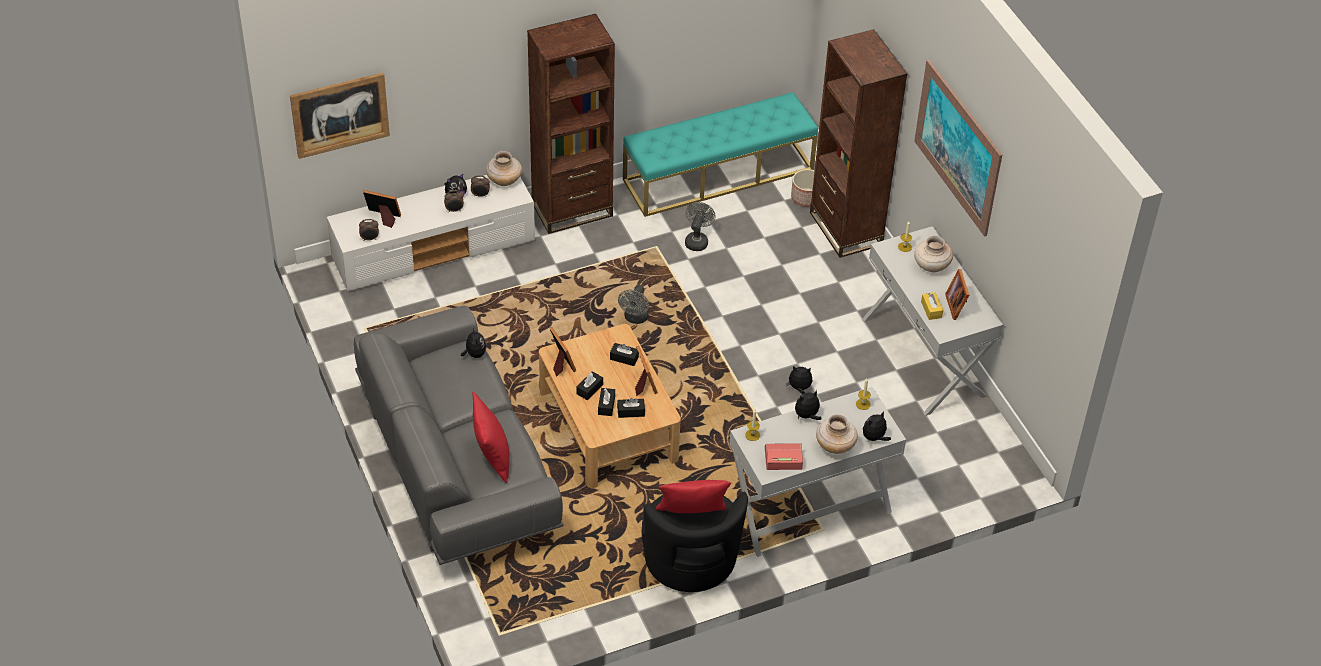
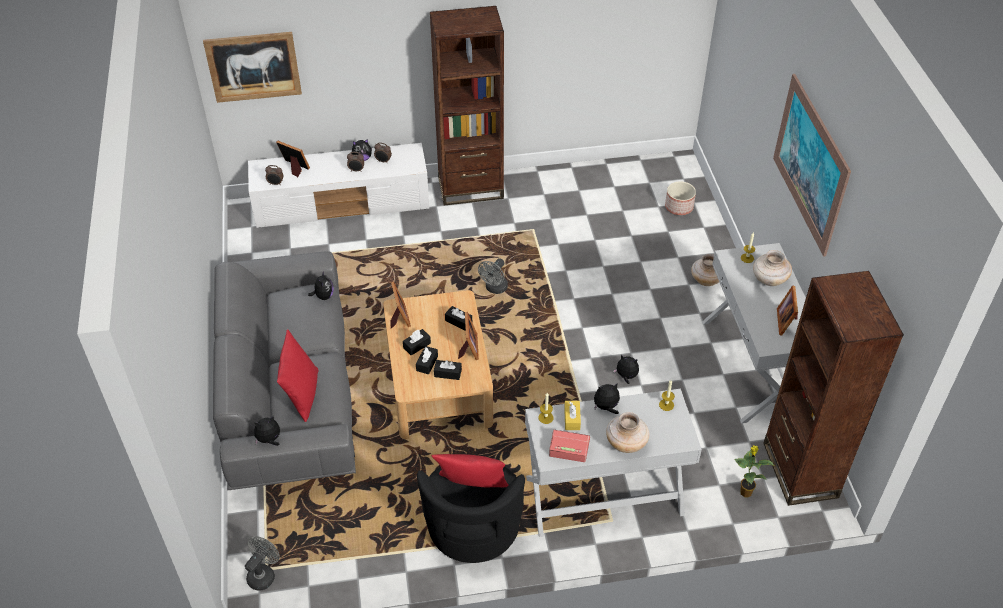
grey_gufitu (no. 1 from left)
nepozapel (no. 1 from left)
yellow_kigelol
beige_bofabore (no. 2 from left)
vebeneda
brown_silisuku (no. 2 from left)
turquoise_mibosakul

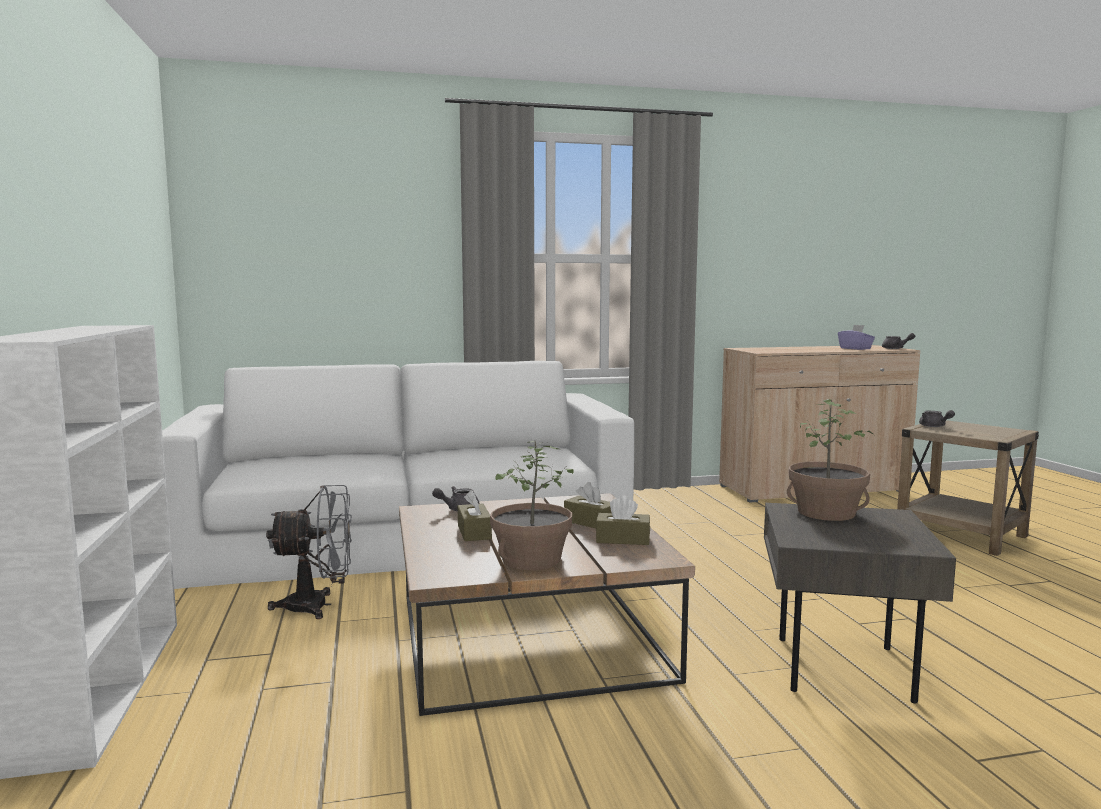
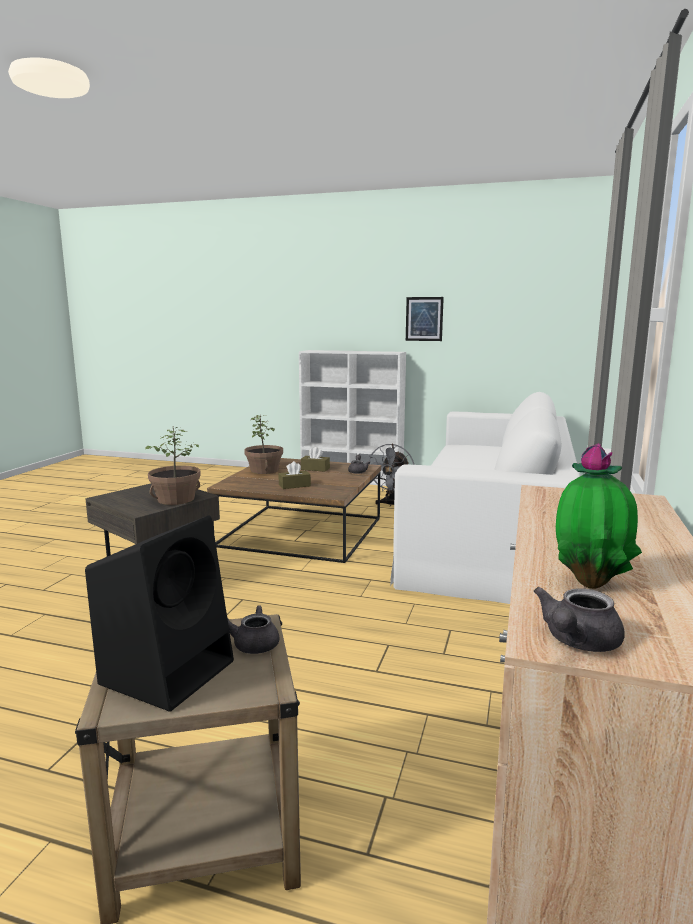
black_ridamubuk
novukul
vebeneda (no. 3 from left)
brown_kigelol (no. 3 from left in the first image)

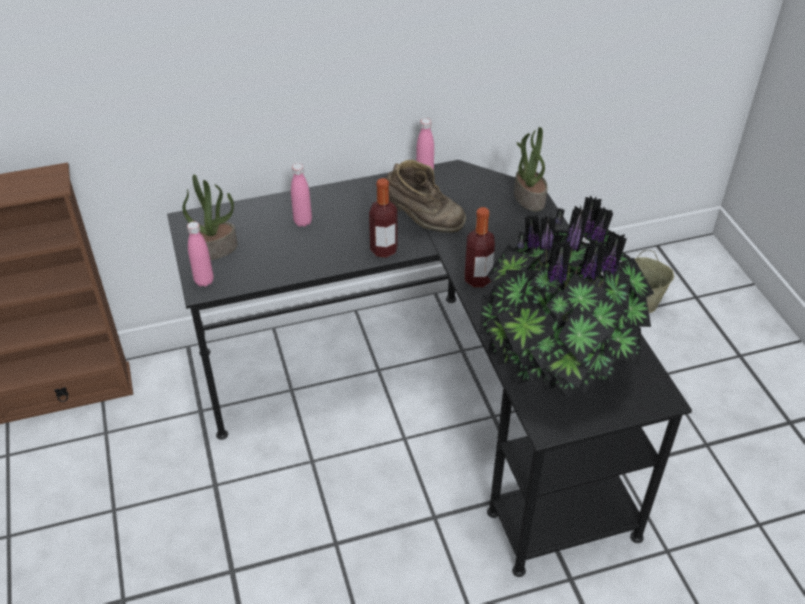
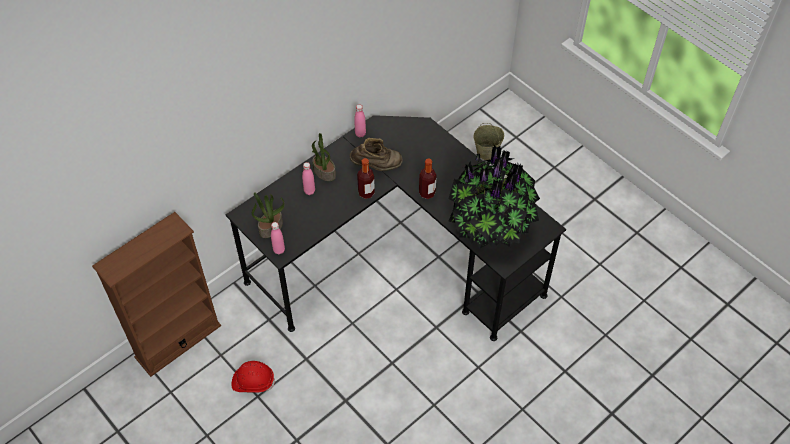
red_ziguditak
vebeneda (no. 2 from left)

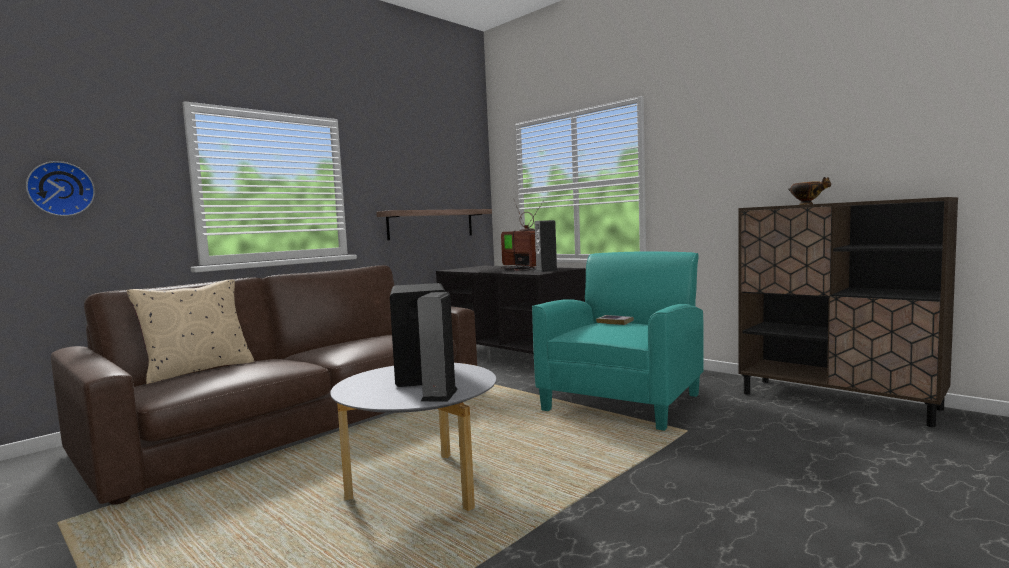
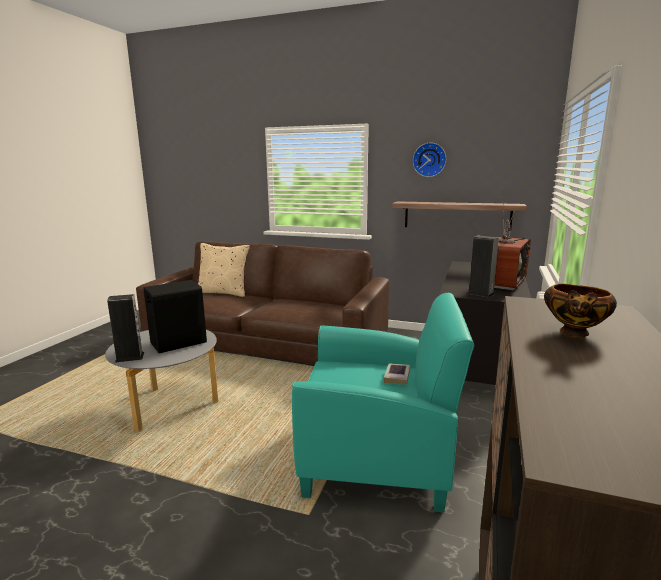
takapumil

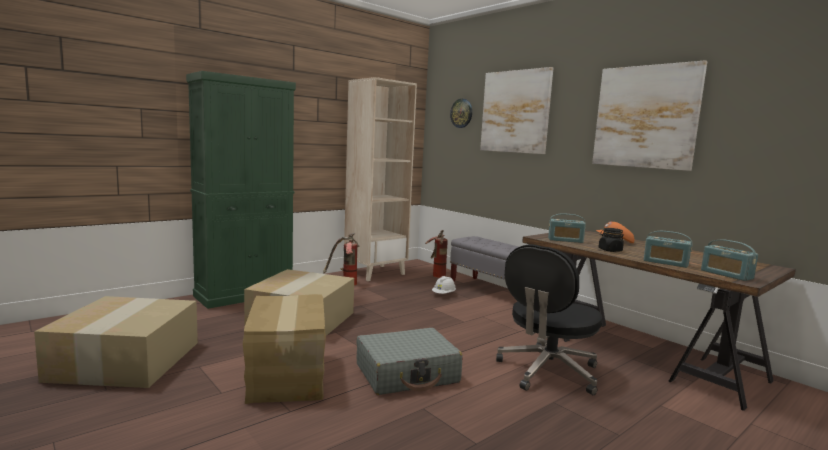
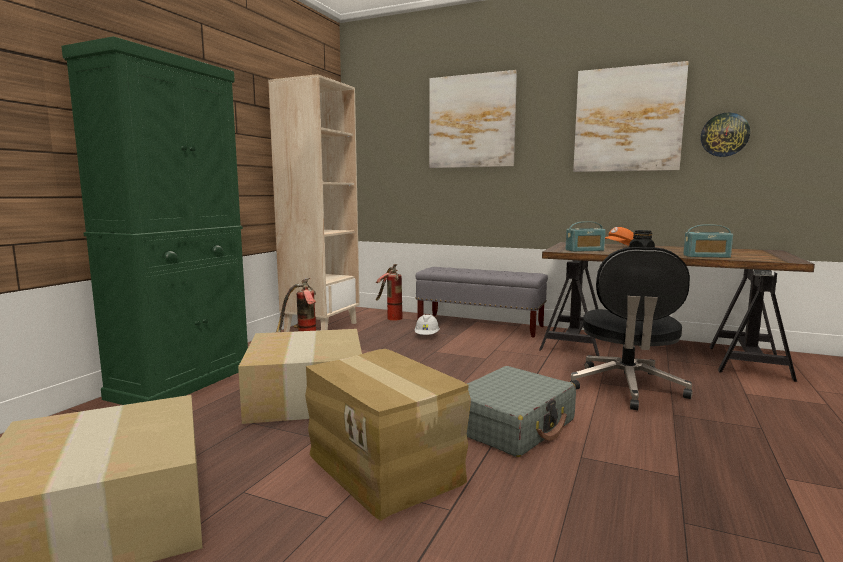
takapumil
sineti (no. 3 from left in the first image)

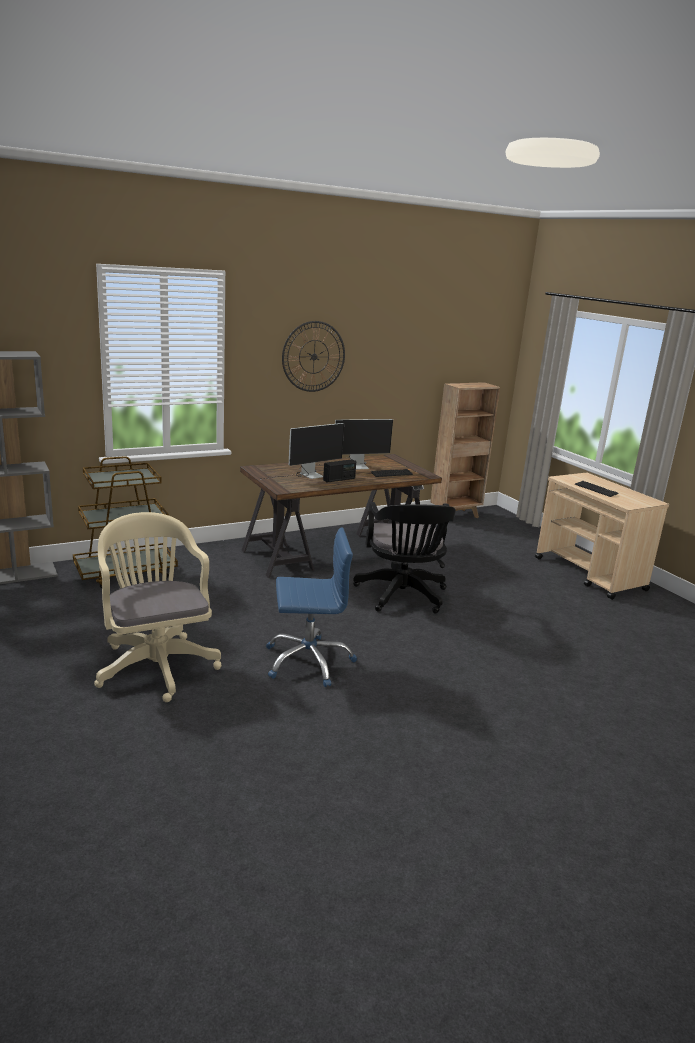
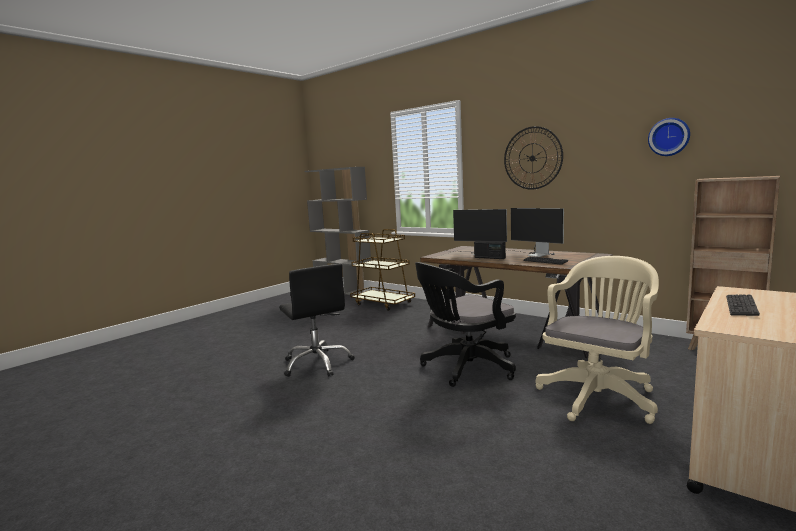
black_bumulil (no. 1 from left)
beige_bumulil
takapumil (no. 2 from left)

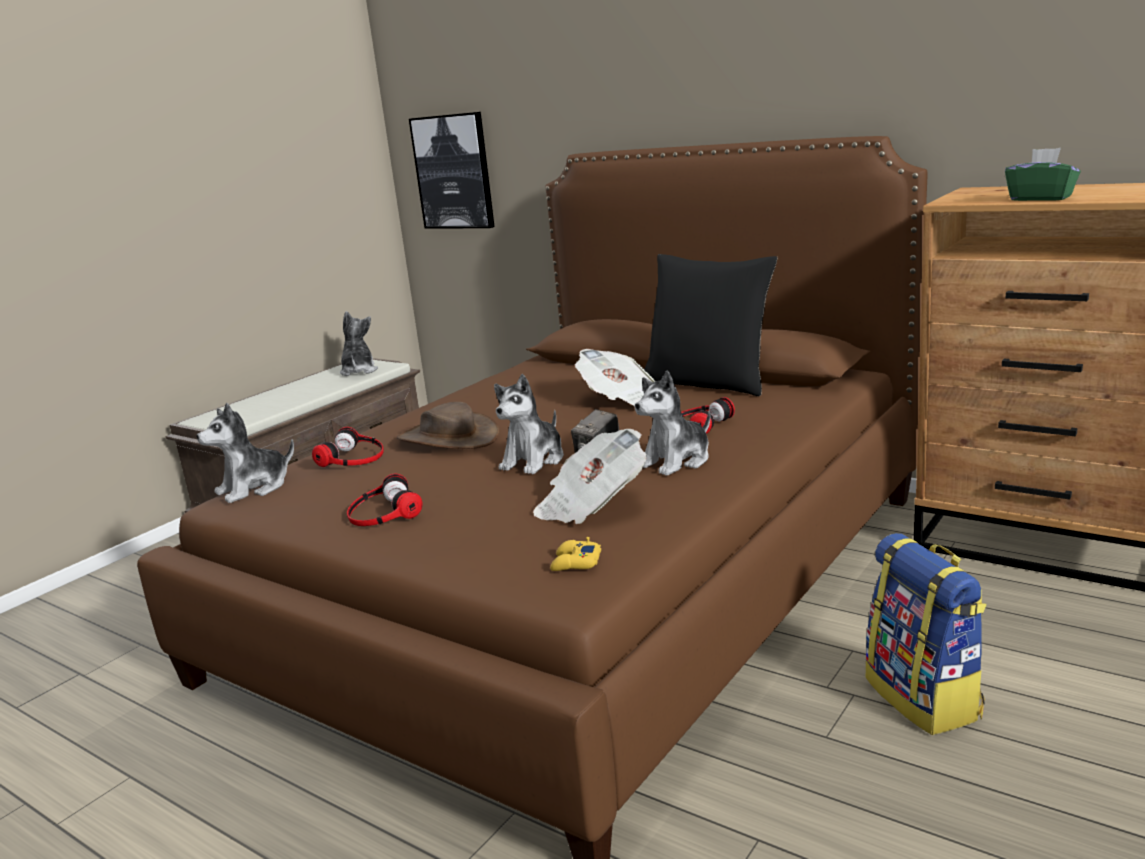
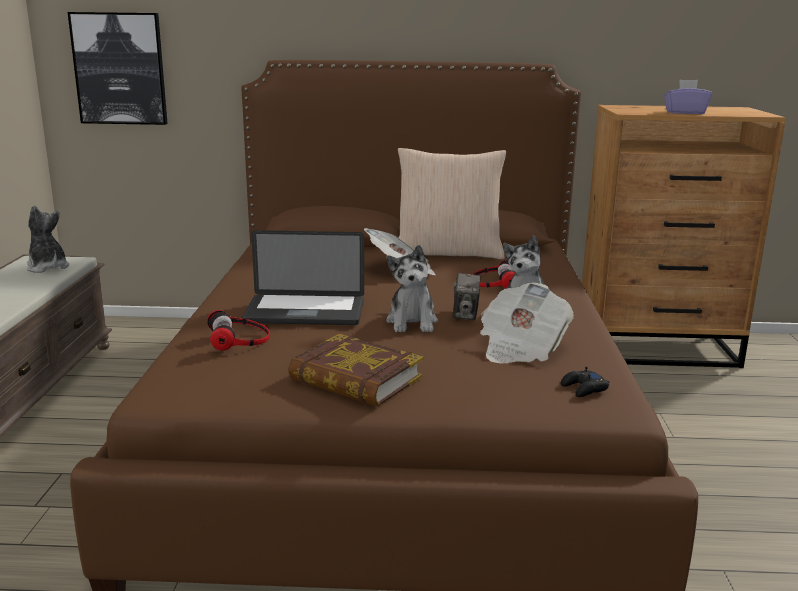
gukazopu
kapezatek
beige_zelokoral
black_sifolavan
purple_kigelol
nepozapel (no. 1 from left in the first image)
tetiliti

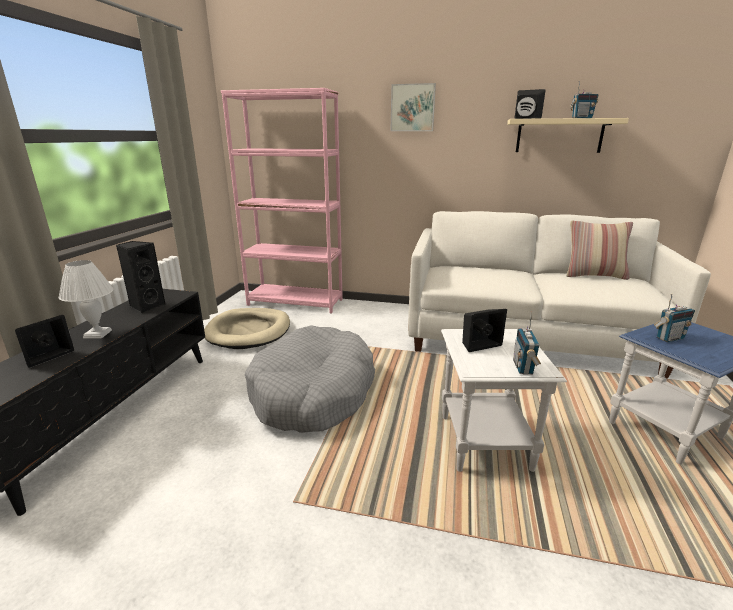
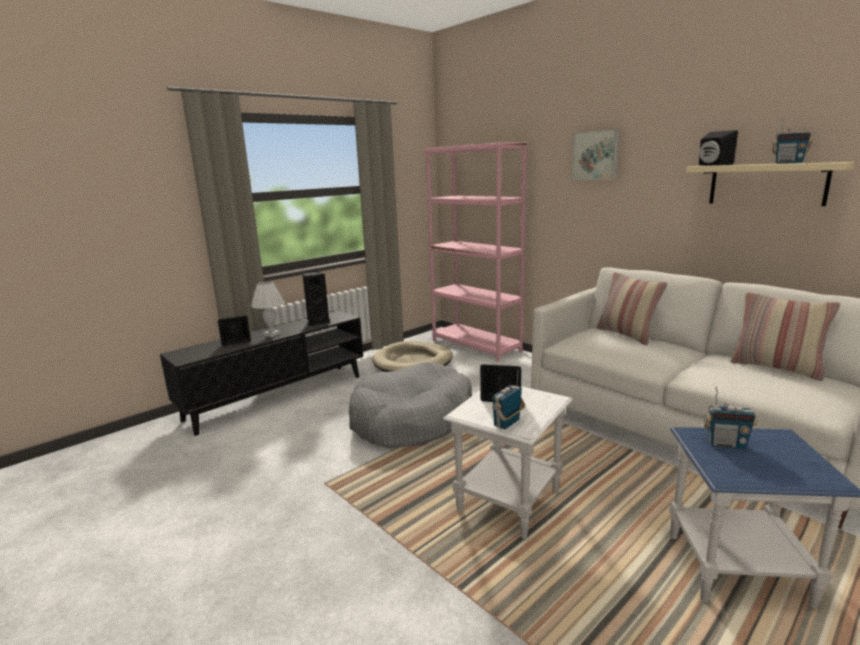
zelokoral (no. 1 from left)

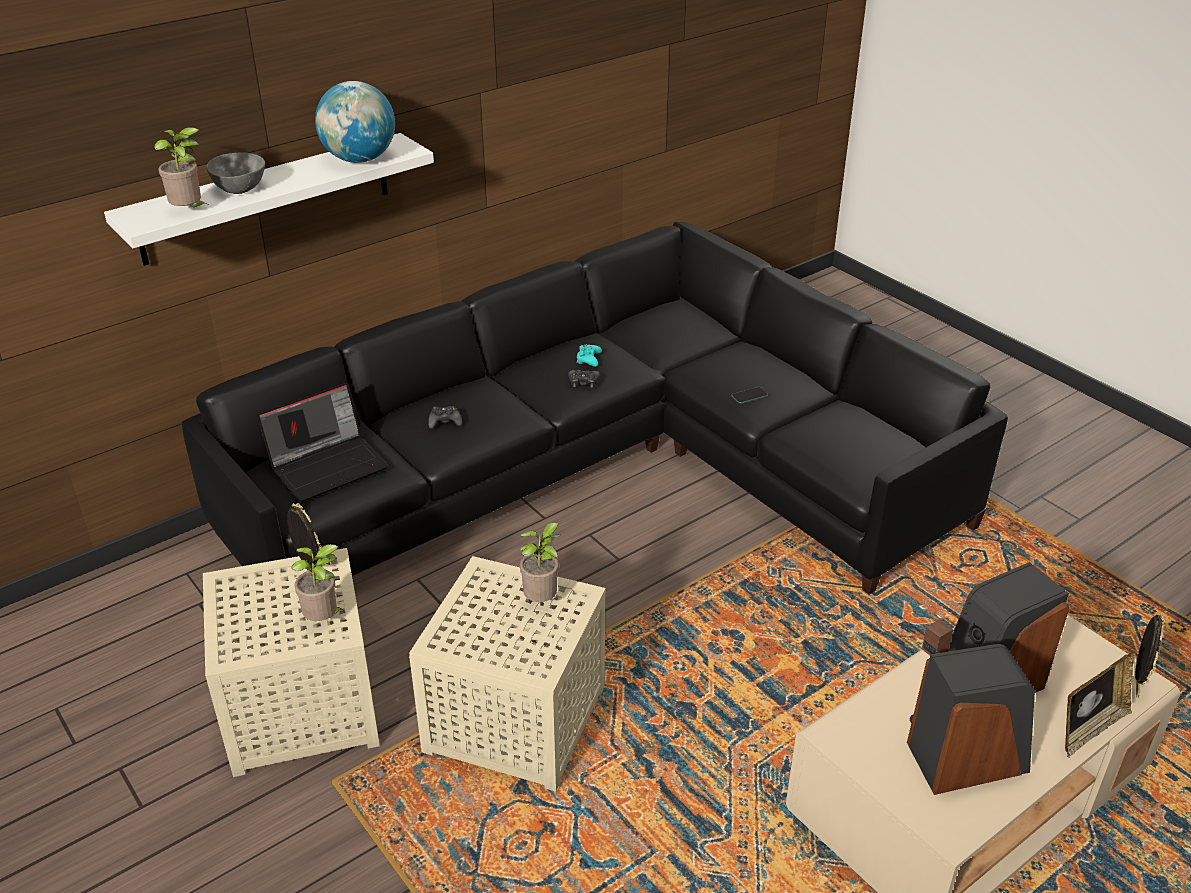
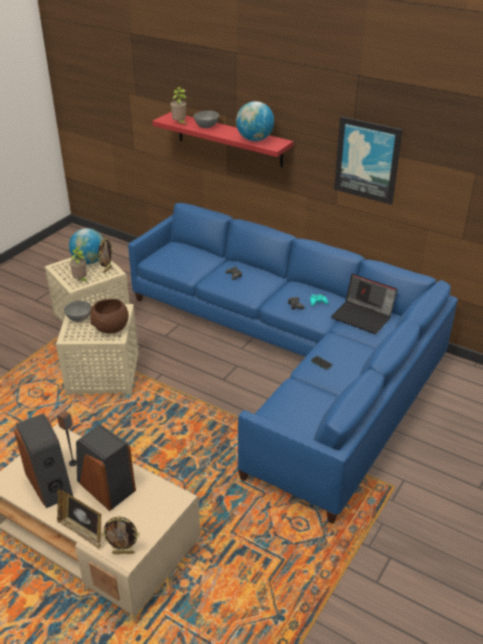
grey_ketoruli (no. 1 from left)
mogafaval (no. 1 from left)
brown_ketoruli
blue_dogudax
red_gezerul
gukazopu
novukul

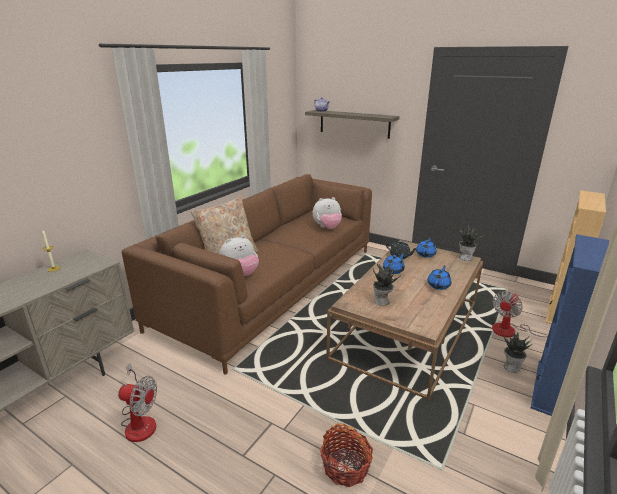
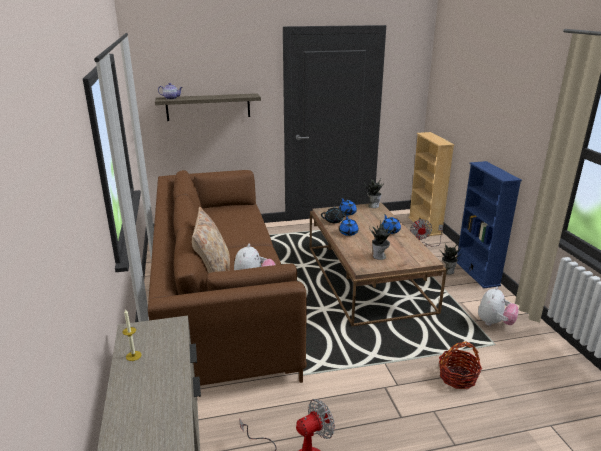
nepozapel (no. 2 from left)

